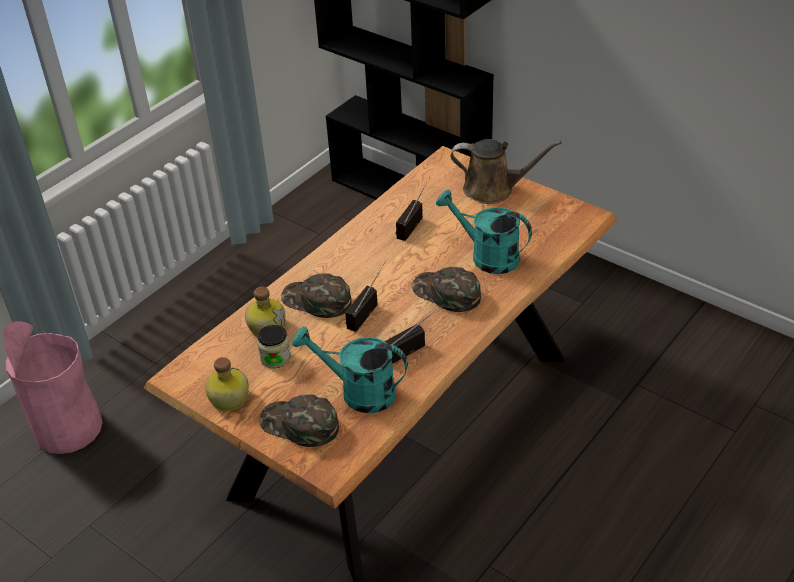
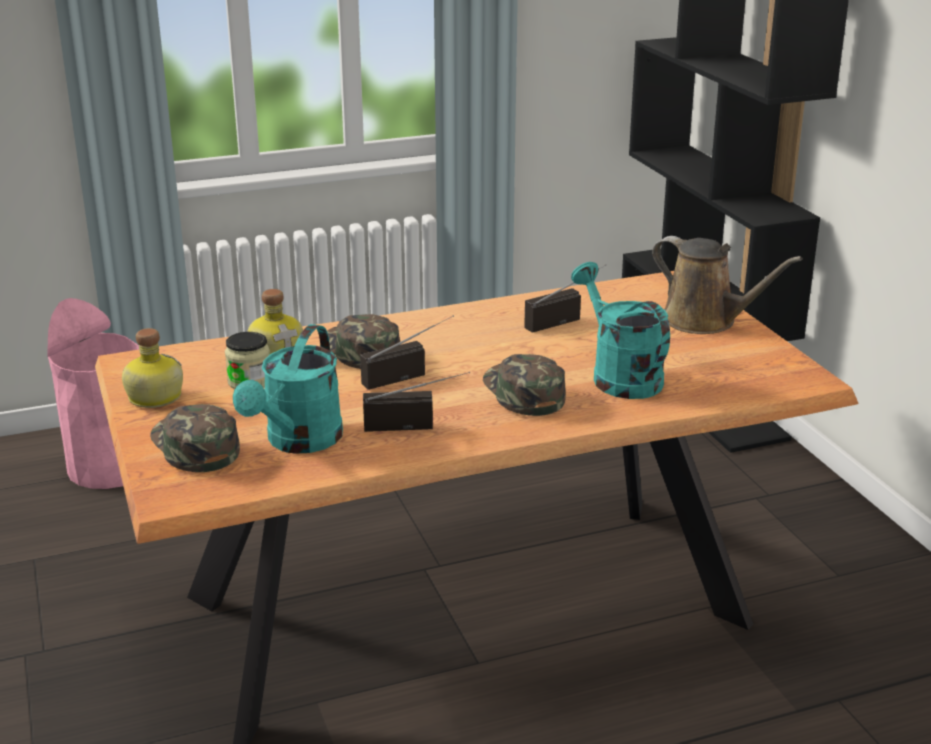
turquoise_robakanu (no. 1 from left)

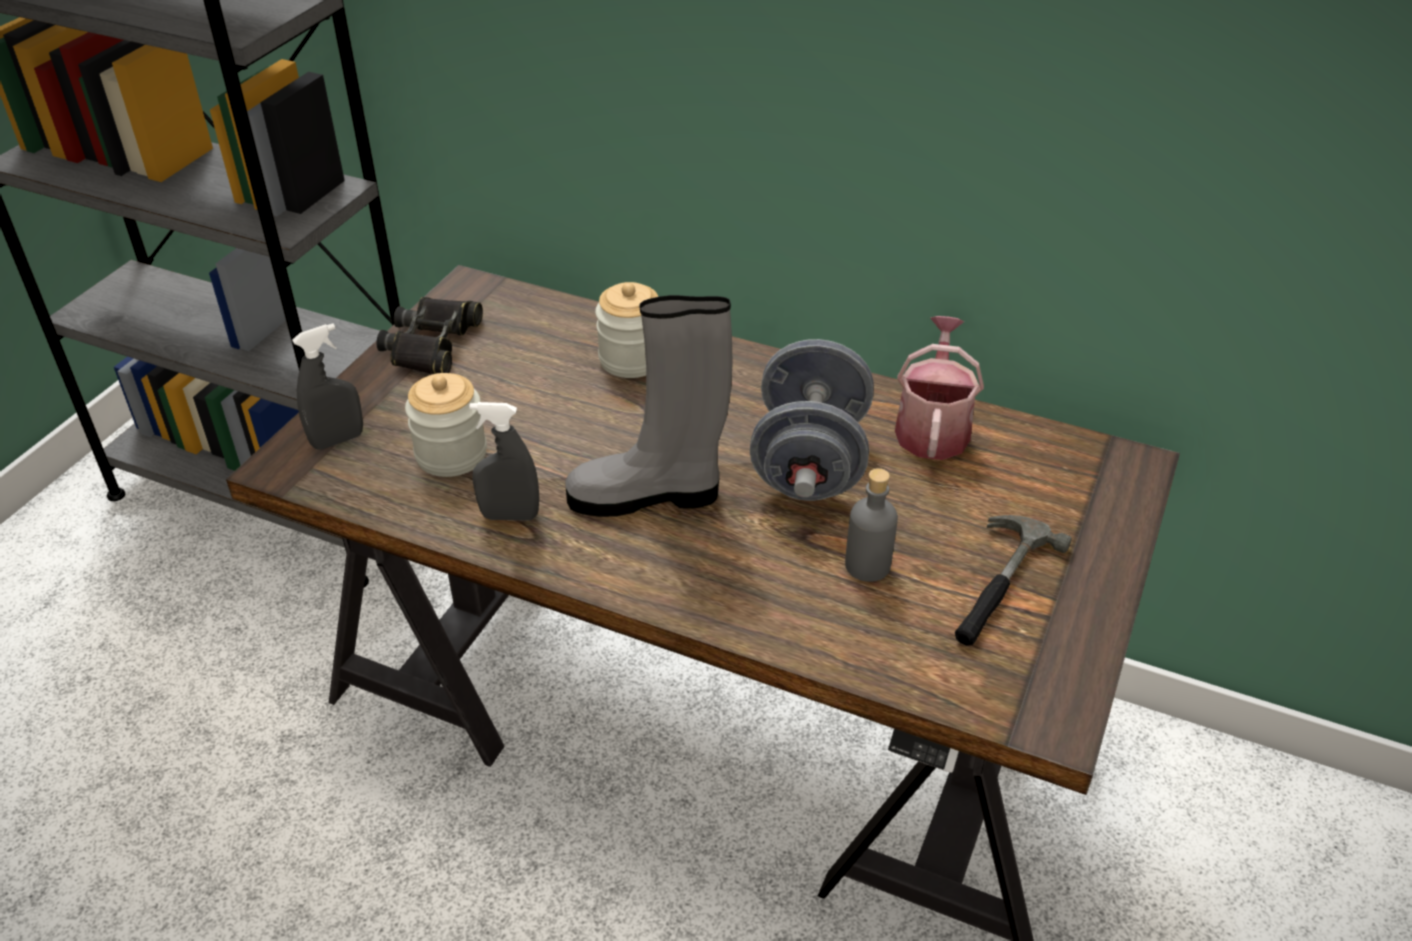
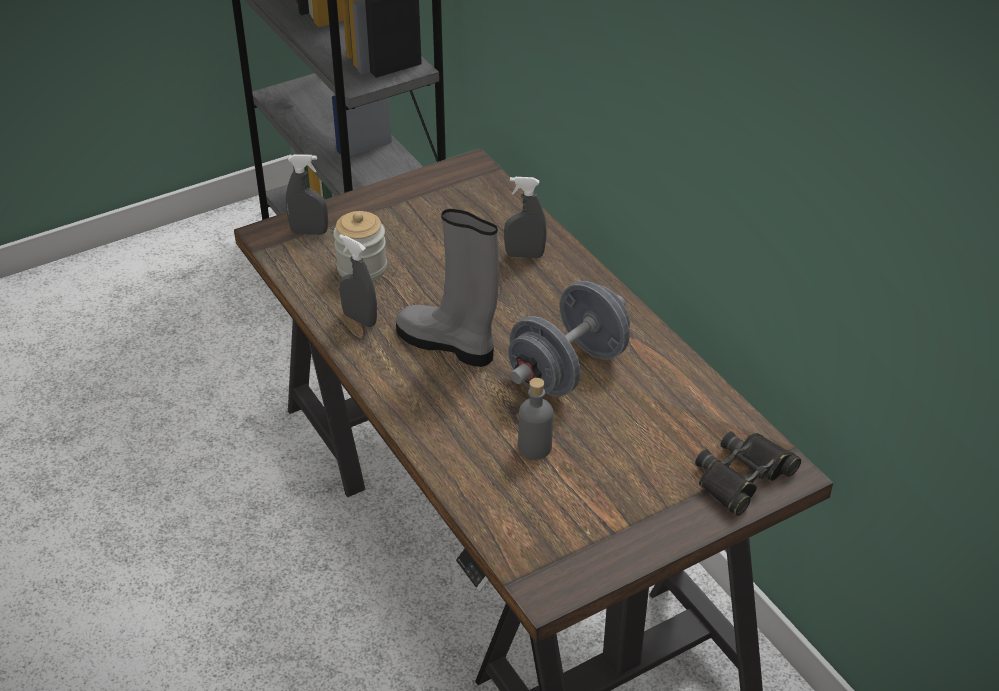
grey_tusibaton (no. 3 from left)
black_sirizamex
robakanu
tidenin

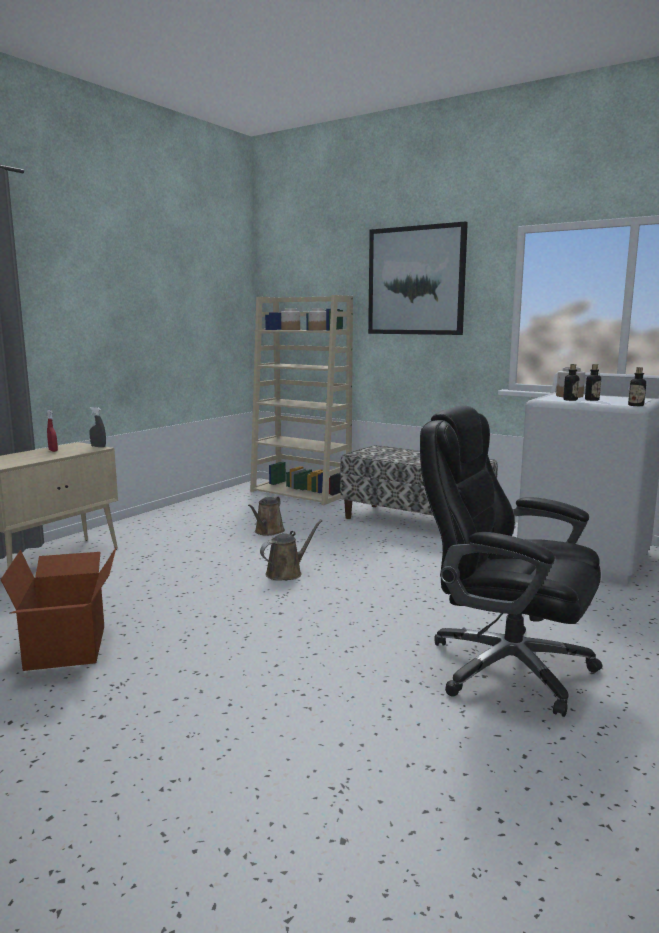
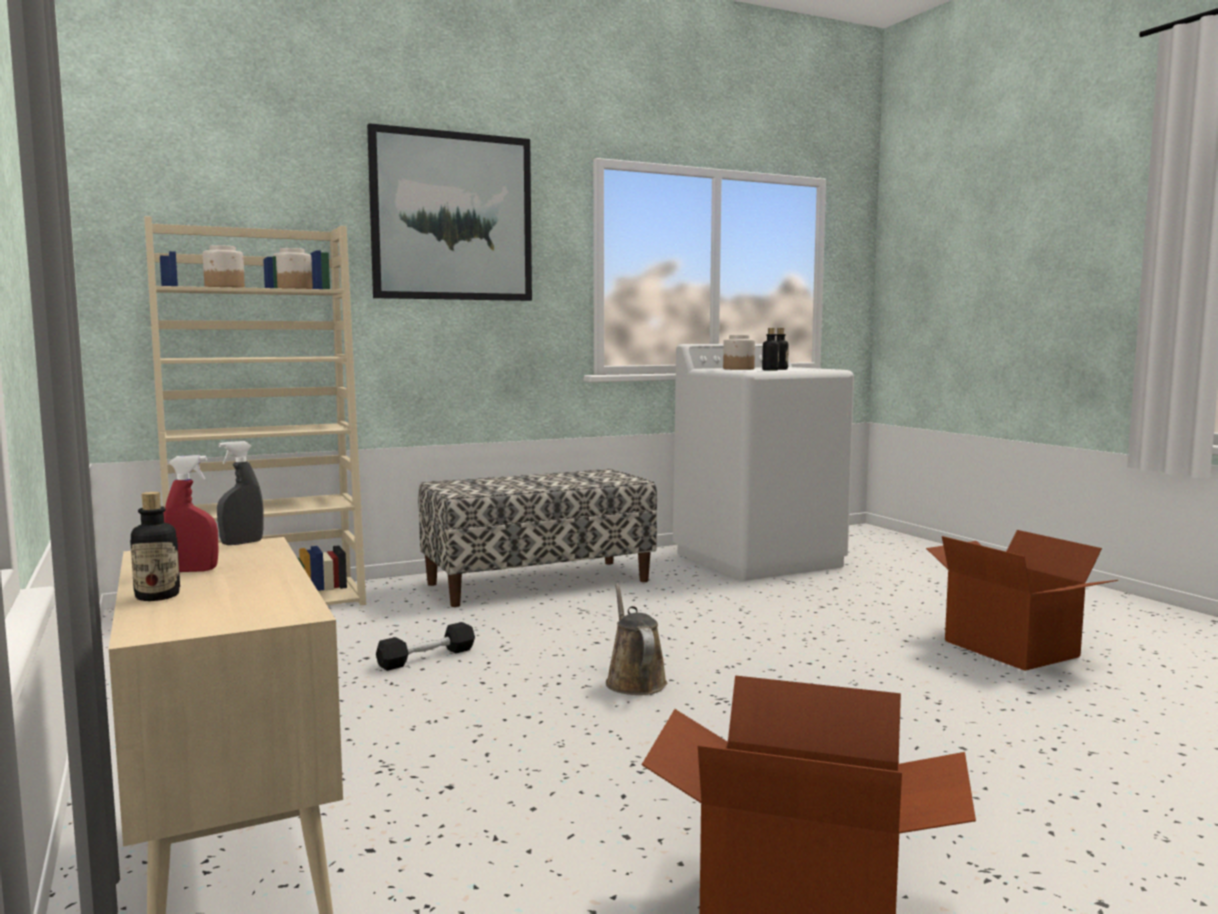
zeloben (no. 1 from left)
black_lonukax
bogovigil (no. 2 from left)

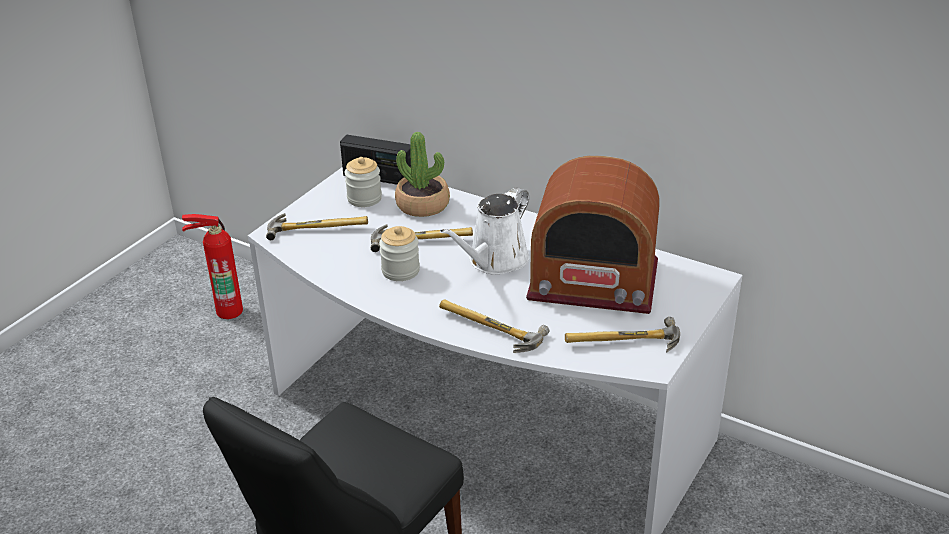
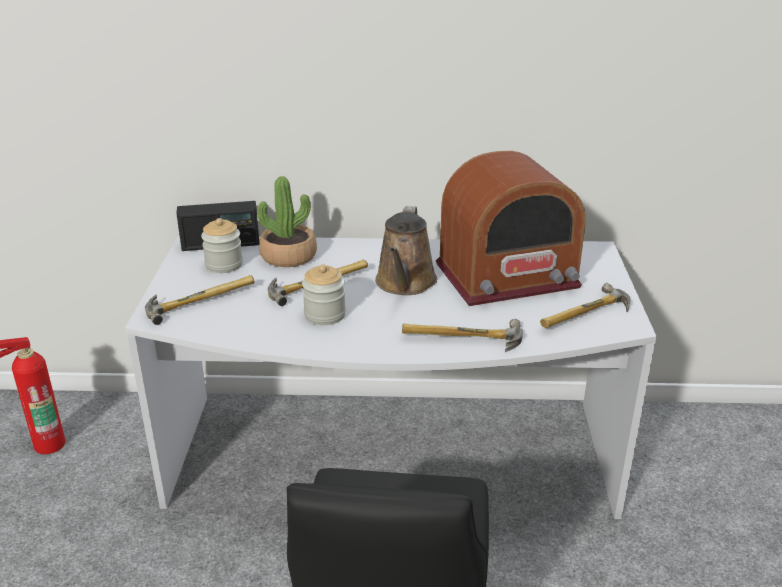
brown_robakanu

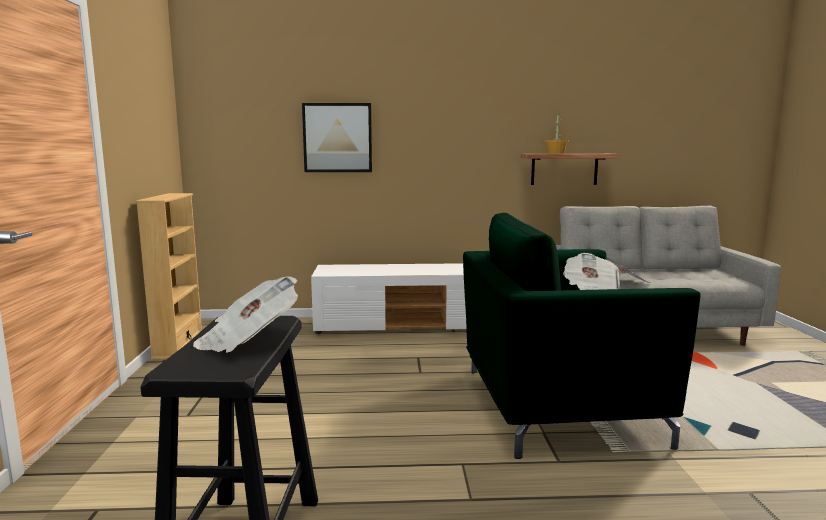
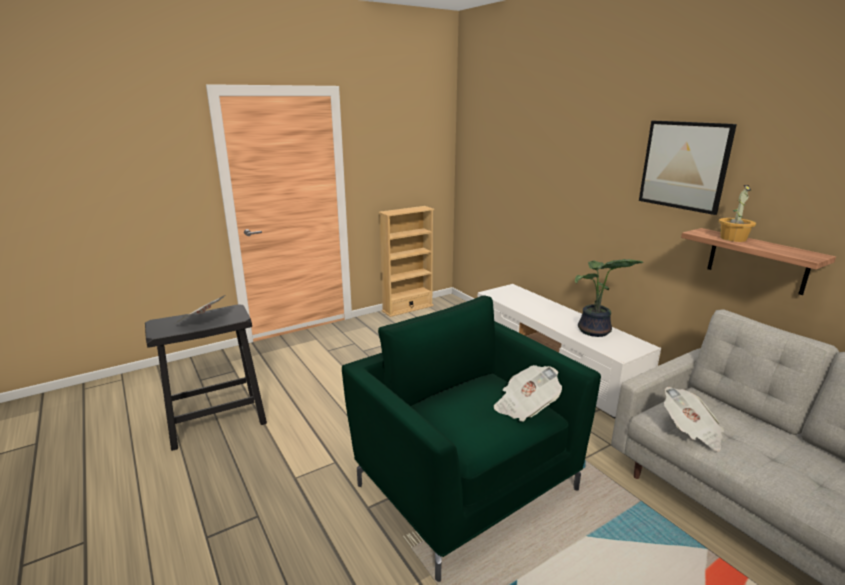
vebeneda (no. 1 from left)
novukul

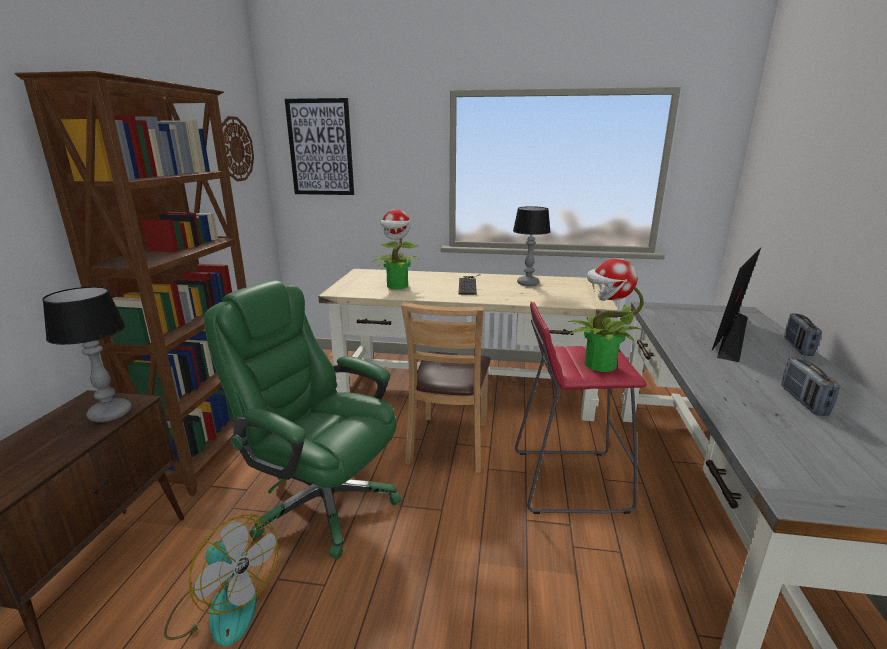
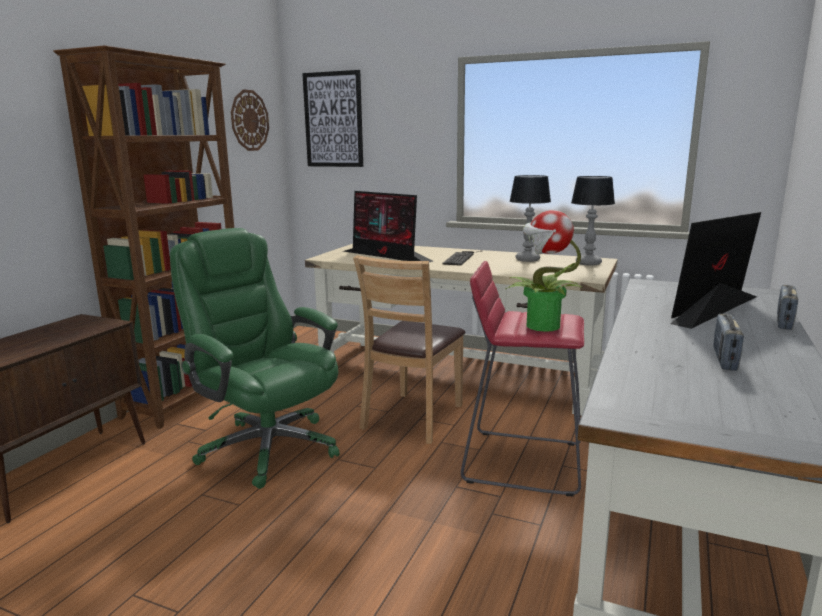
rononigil (no. 1 from left)
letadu (no. 2 from left)
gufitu

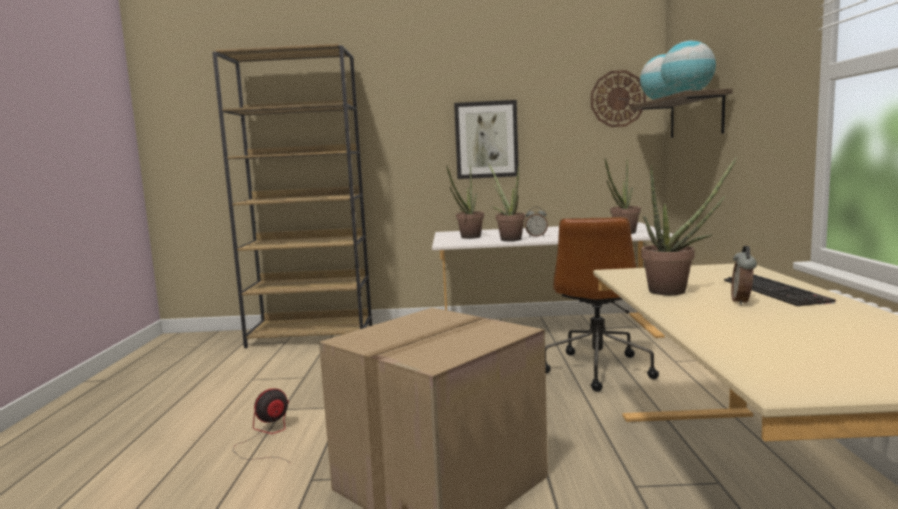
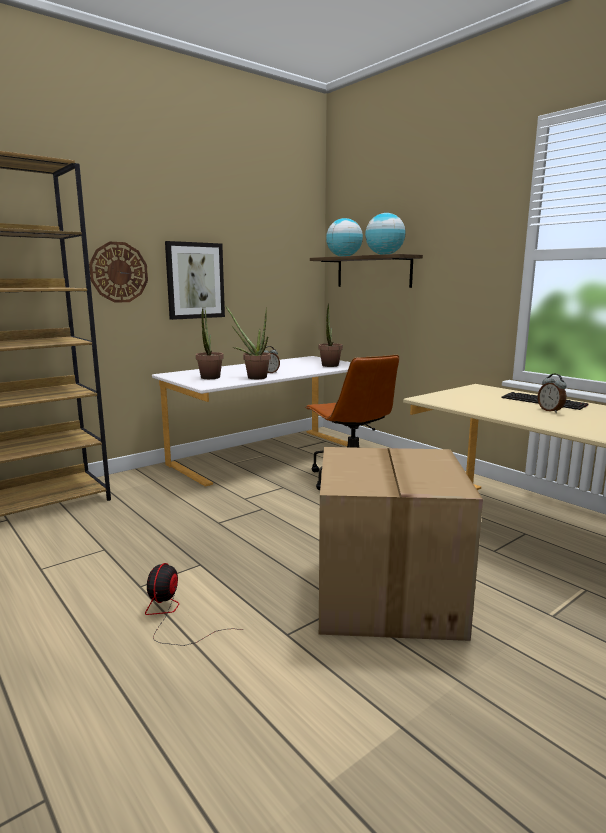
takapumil
vebeneda (no. 4 from left in the first image)

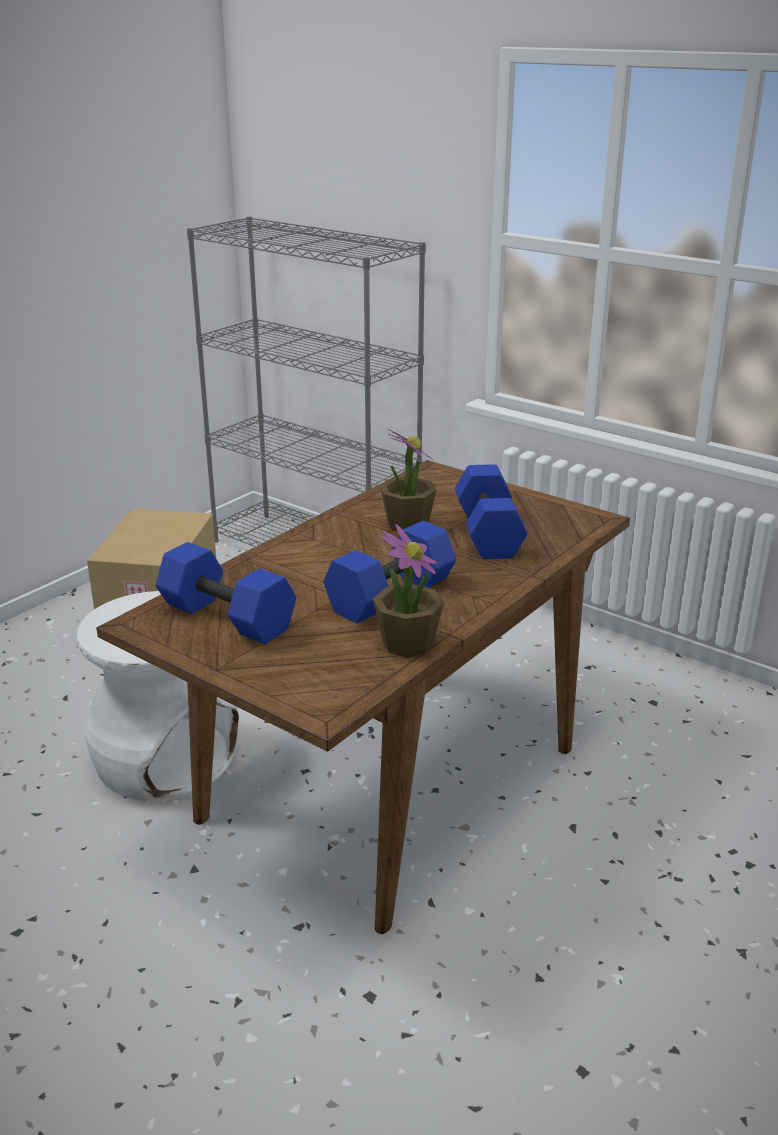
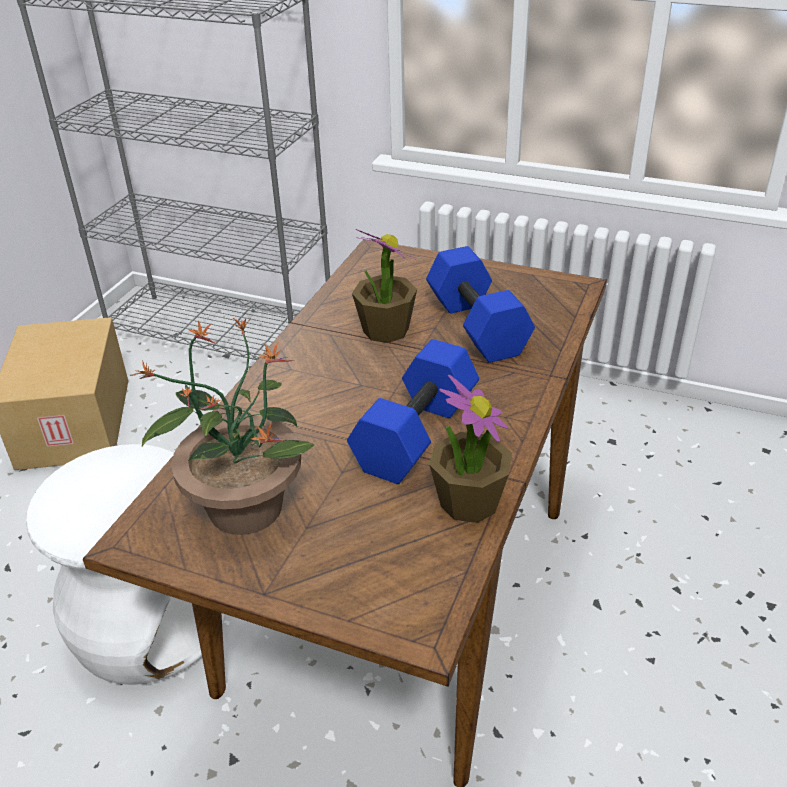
vebeneda (no. 1 from left)

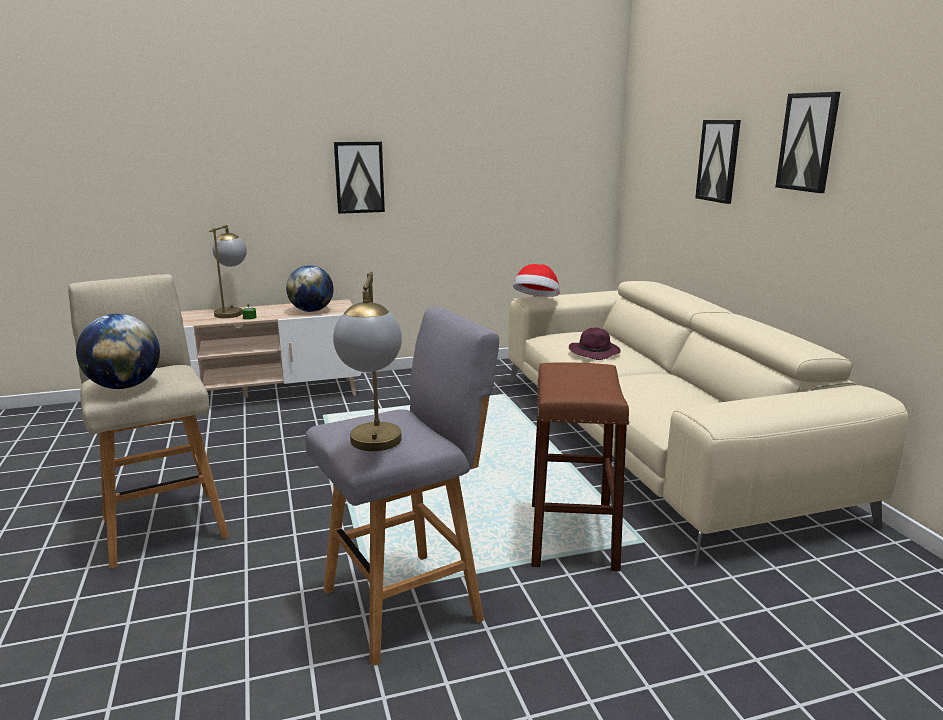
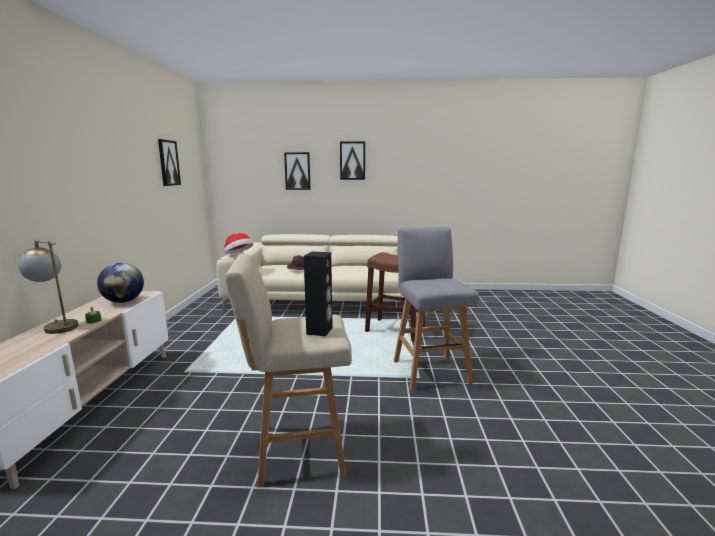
novukul (no. 1 from left)
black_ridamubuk
letadu (no. 2 from left in the first image)

